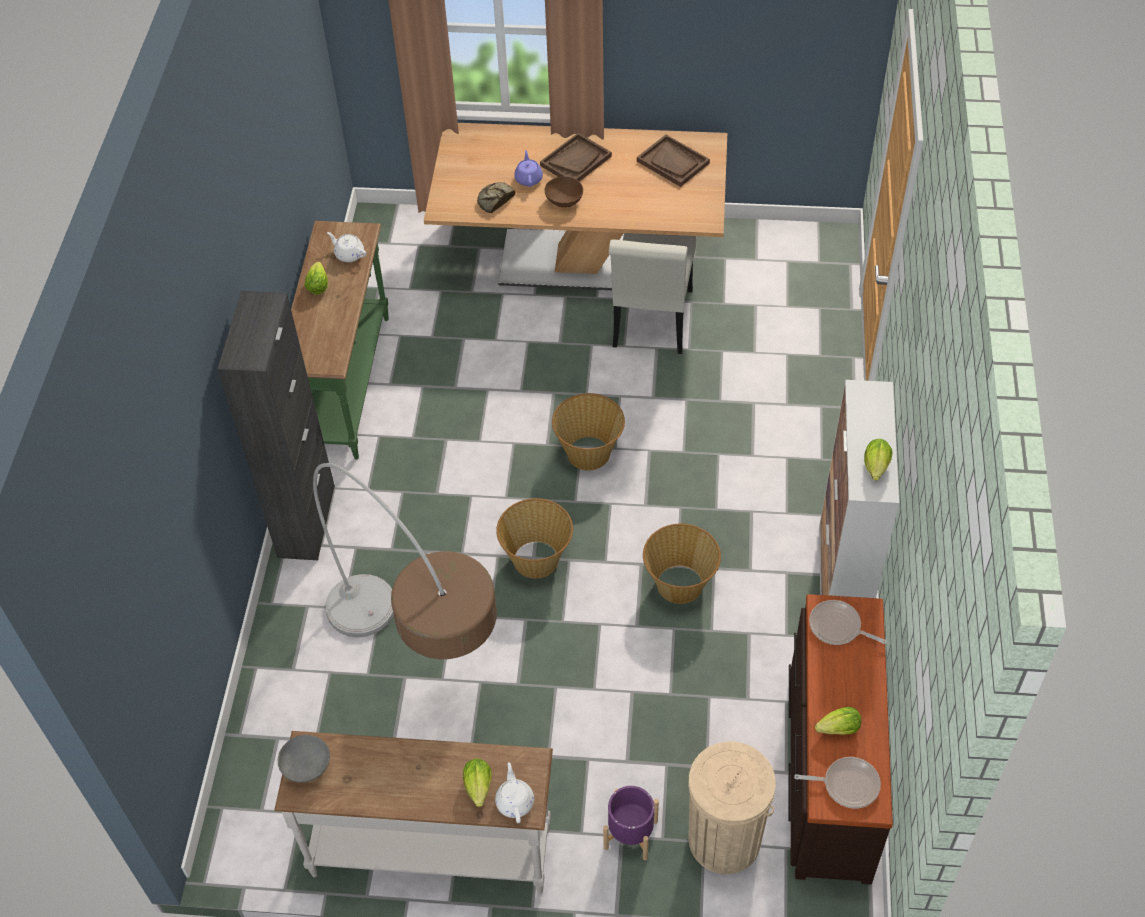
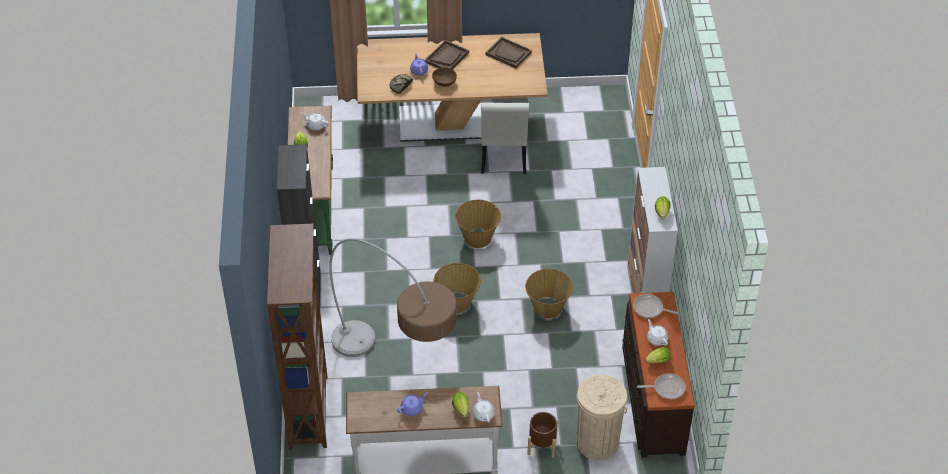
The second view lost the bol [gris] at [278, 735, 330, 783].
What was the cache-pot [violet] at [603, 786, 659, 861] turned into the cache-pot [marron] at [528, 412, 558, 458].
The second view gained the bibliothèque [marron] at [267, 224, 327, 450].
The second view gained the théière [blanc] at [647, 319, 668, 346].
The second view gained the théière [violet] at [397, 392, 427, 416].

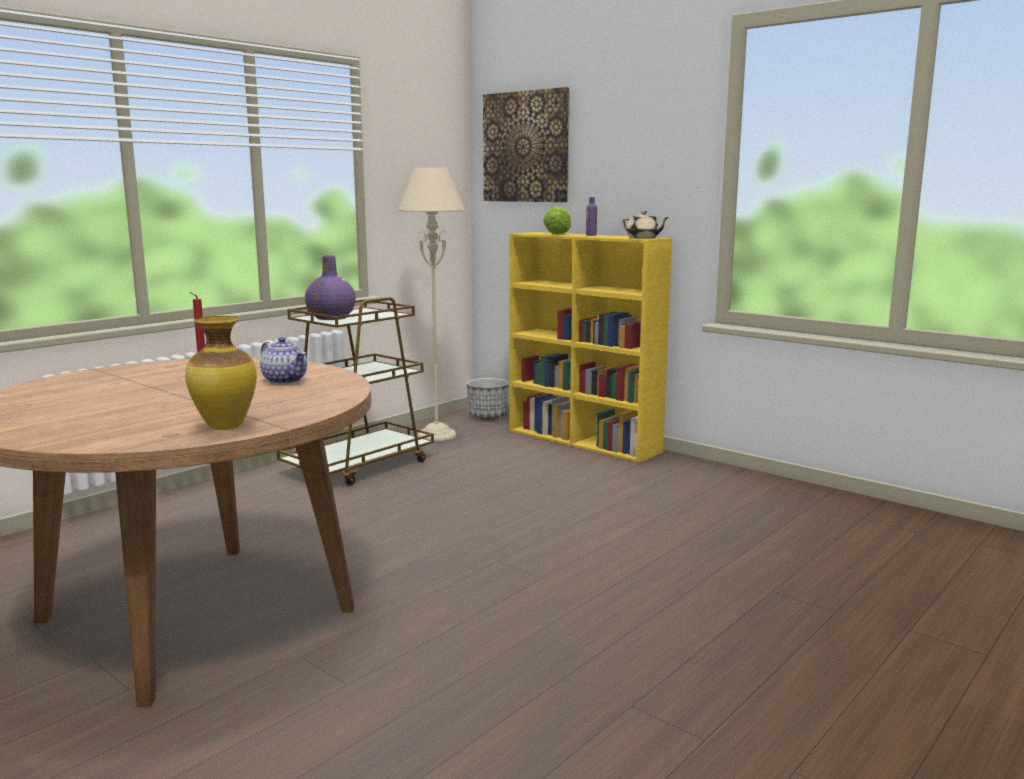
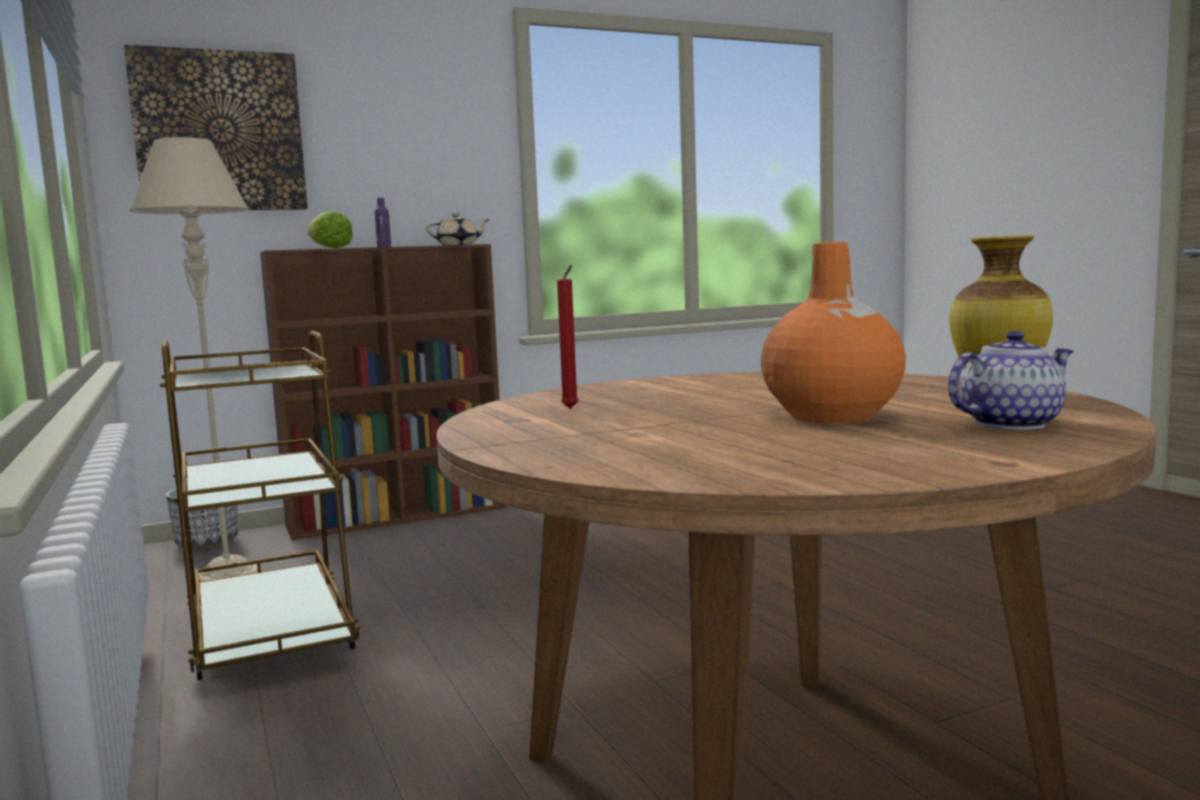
What was the bibliothèque [jaune] at [509, 232, 672, 462] turned into the bibliothèque [marron] at [260, 244, 506, 540].
The second view lost the vase [violet] at [305, 255, 356, 320].
The théière ended up elsewhere, having gone from [260, 337, 307, 384] to [948, 330, 1074, 430].
The second view gained the vase [orange] at [761, 242, 906, 423].

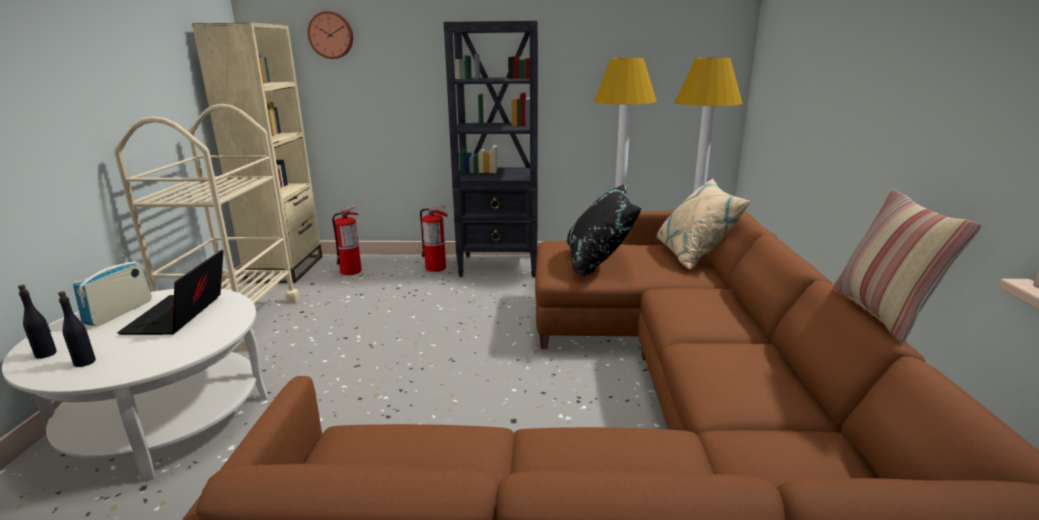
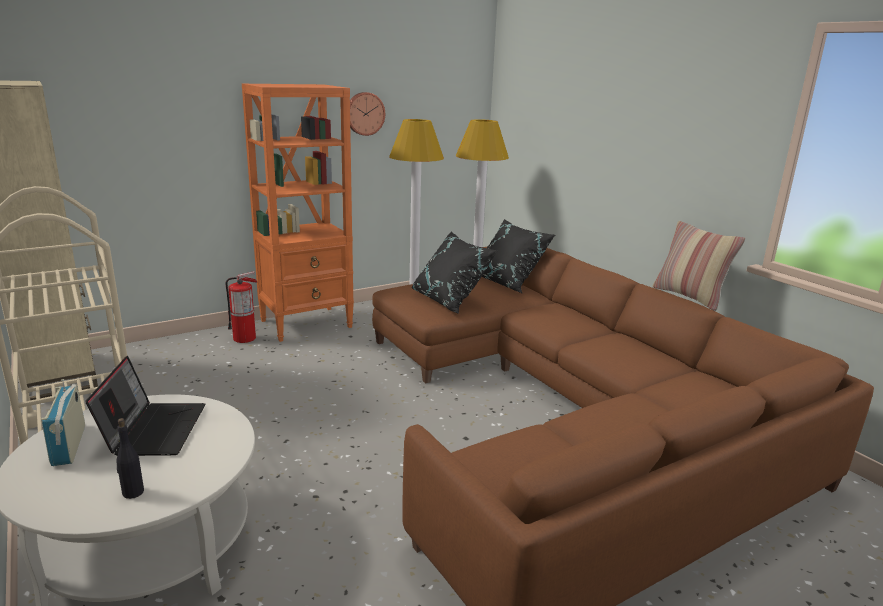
The horloge murale ended up elsewhere, having gone from [307, 11, 353, 59] to [350, 92, 385, 136].
What was the bibliothèque [noir] at [443, 21, 538, 277] turned into the bibliothèque [orange] at [242, 84, 354, 342].
What was the coussin [beige] at [656, 179, 752, 269] turned into the coussin [noir] at [482, 219, 556, 293].
The second view lost the extincteur at [332, 205, 362, 275].
The ordinateur portable at [117, 250, 223, 335] ended up facing another way, 150 degrees counterclockwise from before.
The second view lost the bouteille [noir] at [18, 285, 57, 359].

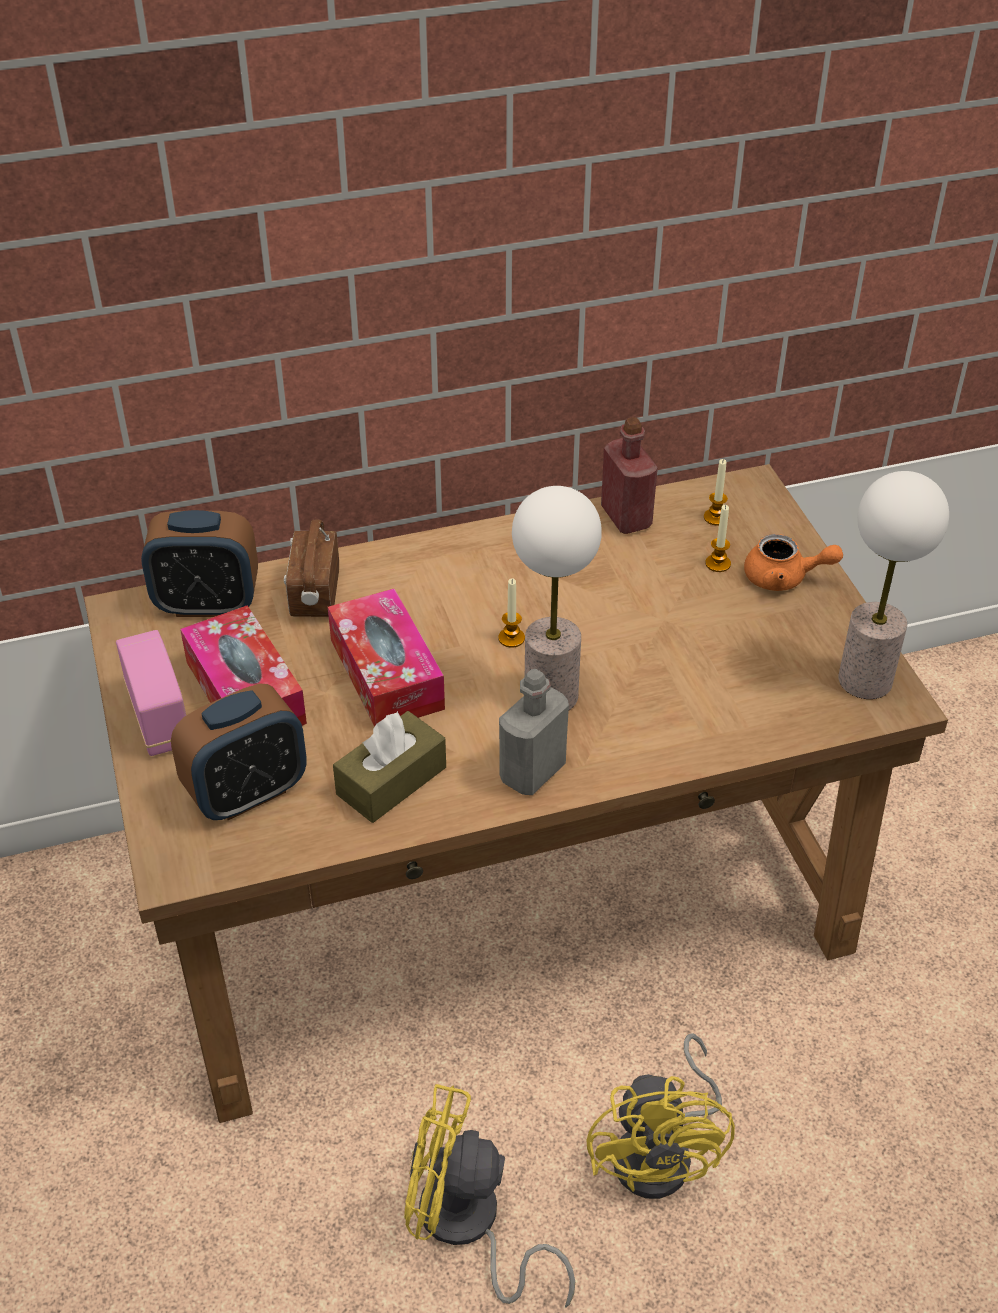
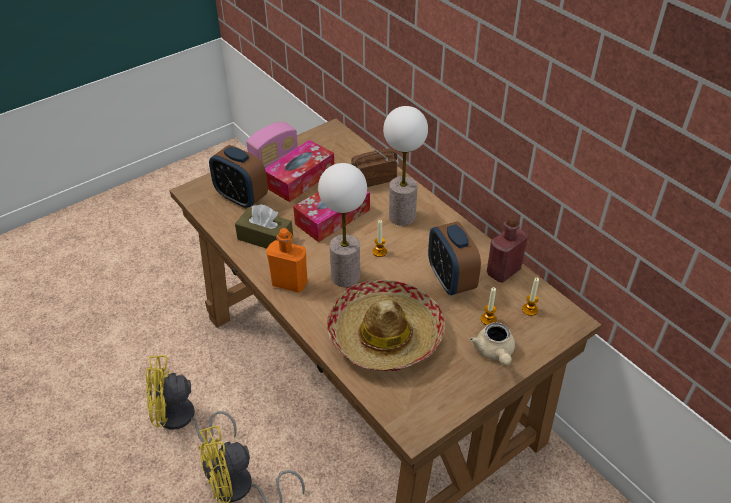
The lampe de table ended up elsewhere, having gone from [838, 471, 949, 699] to [383, 106, 428, 226].
The réveil ended up elsewhere, having gone from [141, 510, 258, 617] to [428, 222, 481, 295].
What was the théière [orange] at [744, 534, 843, 591] turned into the théière [beige] at [470, 322, 515, 365].
What was the bouteille [gris] at [499, 669, 569, 795] turned into the bouteille [orange] at [266, 228, 308, 293].
The ventilateur [jaune] at [404, 1084, 575, 1308] ended up facing another way, 90 degrees counterclockwise from before.
The second view gained the chapeau at [327, 280, 445, 371].

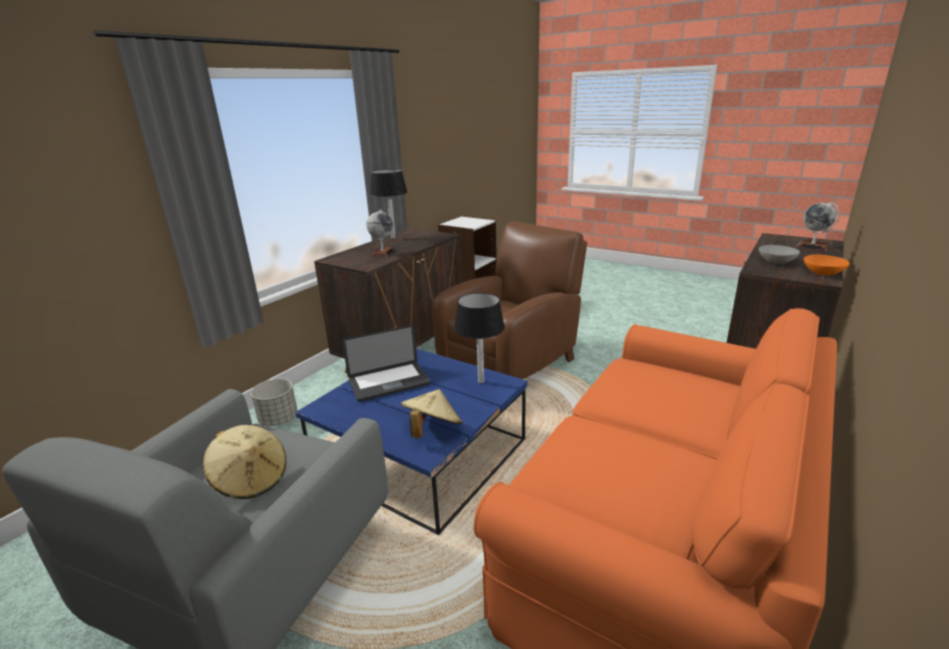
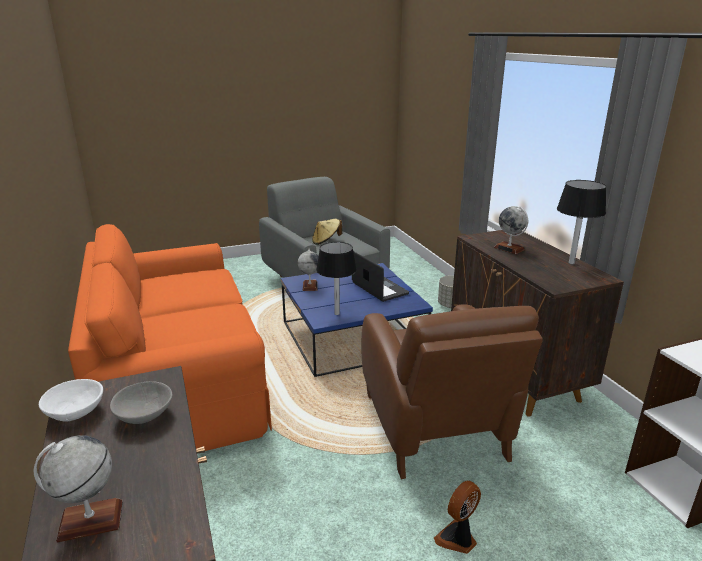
What was the bol [orange] at [804, 254, 850, 276] turned into the bol [blanc] at [39, 379, 103, 422].
The ordinateur portable at [342, 325, 430, 402] ended up facing another way, 135 degrees clockwise from before.
Where the chapeau [beige] stood at [400, 389, 463, 438], the globe came to stand at [298, 249, 319, 291].
The second view gained the ventilateur at [434, 480, 481, 554].

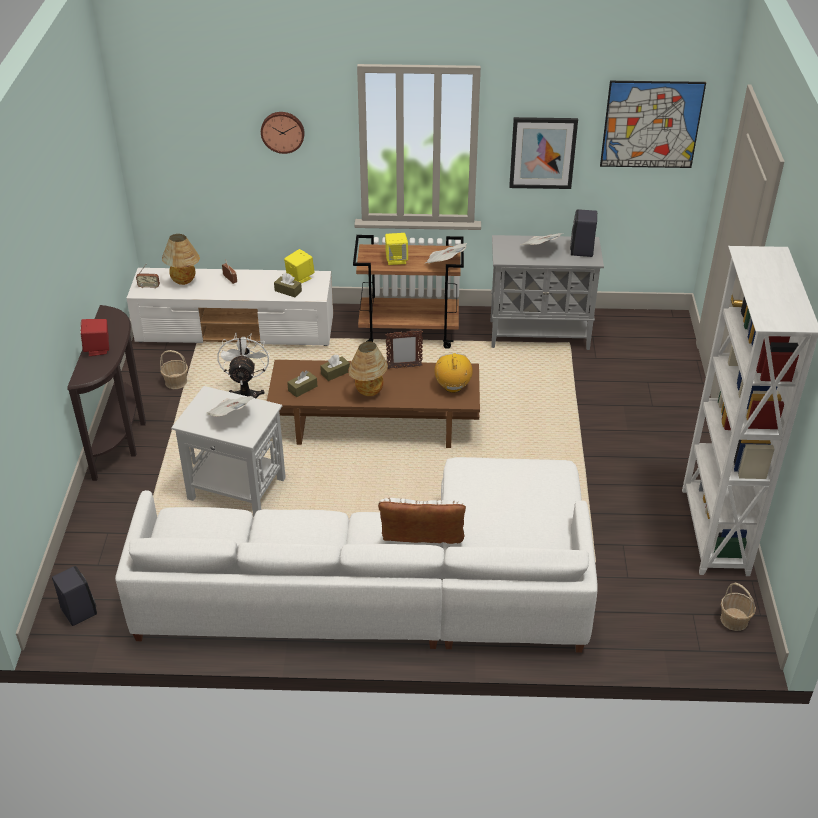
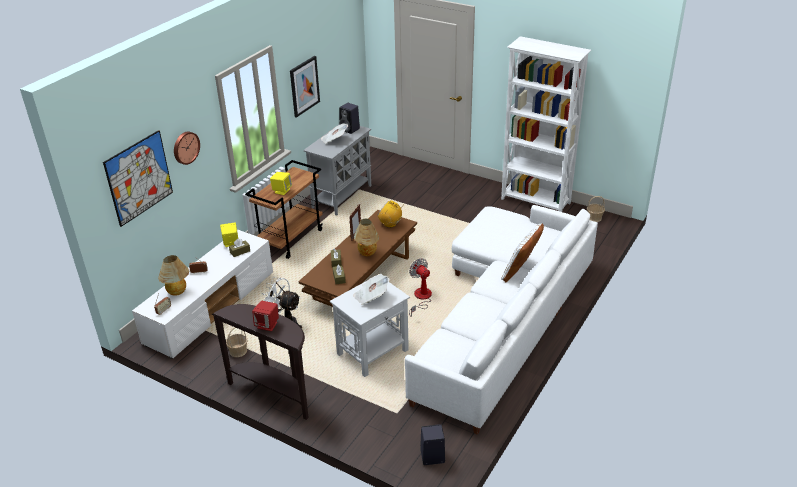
The tableau ended up elsewhere, having gone from [600, 81, 706, 168] to [103, 130, 173, 227].
The second view lost the journal at [426, 243, 467, 263].
The second view gained the ventilateur at [409, 258, 432, 317].

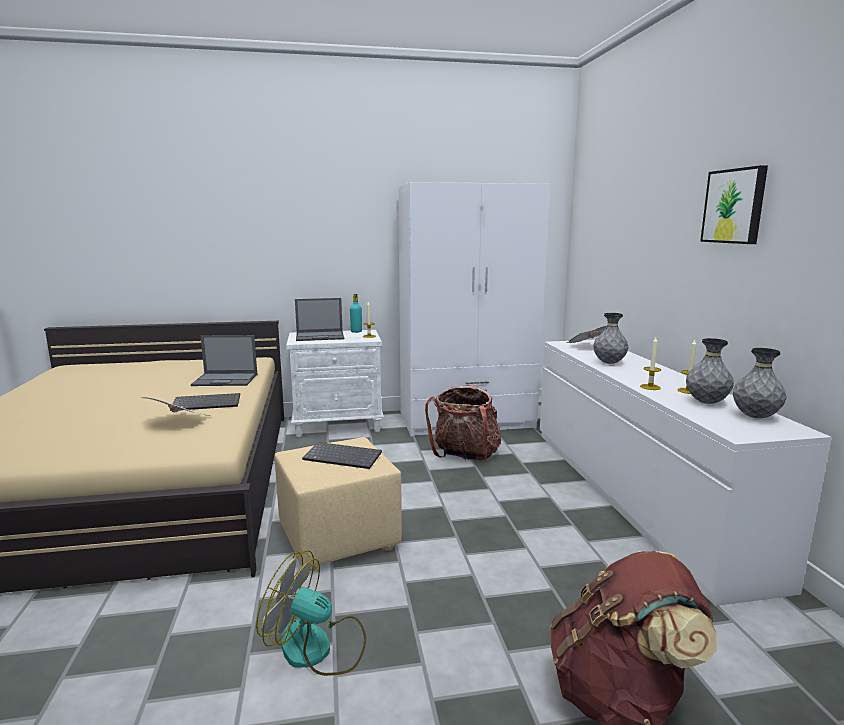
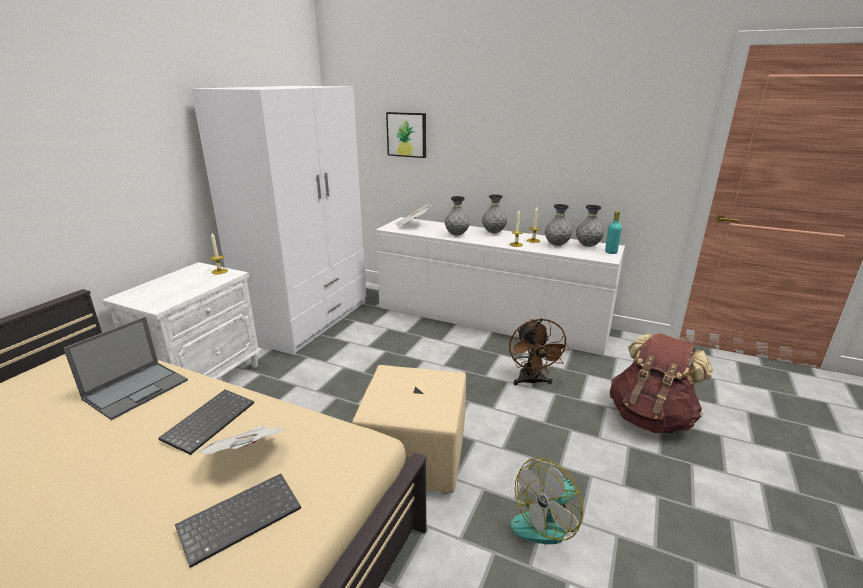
The tableau ended up elsewhere, having gone from [700, 165, 768, 244] to [386, 112, 426, 158].
The bouteille [turquoise] ended up elsewhere, having gone from [350, 294, 362, 333] to [605, 211, 622, 254].
The second view lost the ordinateur portable at [295, 298, 344, 341].
The second view lost the sac à dos at [425, 384, 501, 461].
The clavier ended up elsewhere, having gone from [302, 442, 382, 469] to [175, 474, 301, 568].
The second view gained the vase [gris] at [482, 194, 507, 233].
The second view gained the ventilateur [marron] at [509, 318, 570, 386].

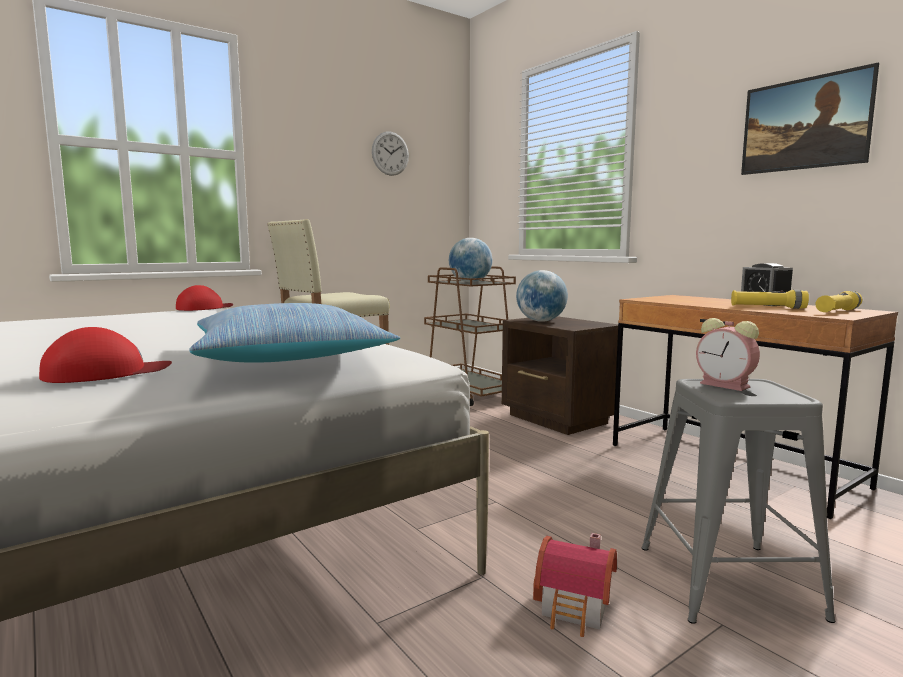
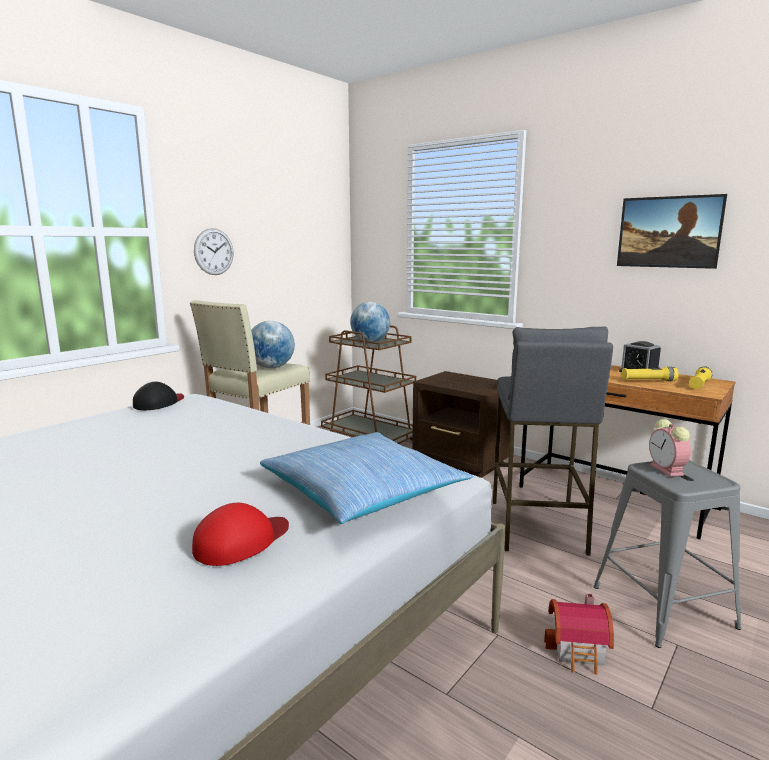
The horloge murale ended up elsewhere, having gone from [372, 131, 409, 176] to [194, 228, 234, 275].
The globe ended up elsewhere, having gone from [516, 270, 568, 322] to [251, 321, 295, 368].
What was the casquette [rouge] at [176, 285, 233, 311] turned into the casquette [noir] at [133, 382, 184, 410].
The réveil at [696, 318, 760, 391] ended up facing another way, 45 degrees clockwise from before.
The second view gained the tabouret [gris] at [493, 326, 613, 556].

